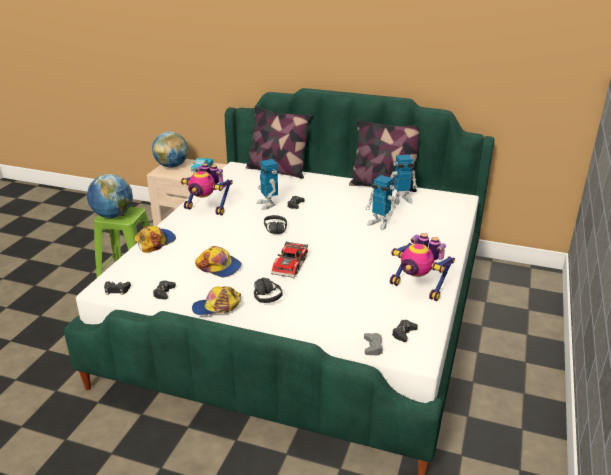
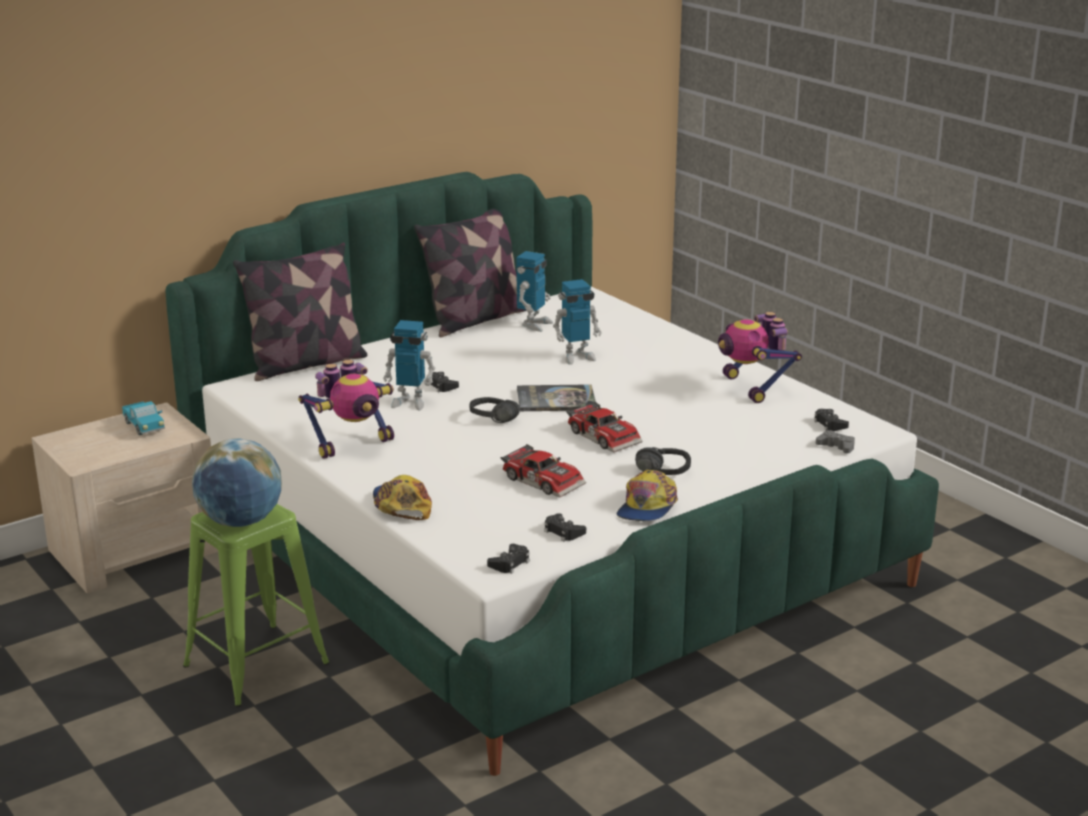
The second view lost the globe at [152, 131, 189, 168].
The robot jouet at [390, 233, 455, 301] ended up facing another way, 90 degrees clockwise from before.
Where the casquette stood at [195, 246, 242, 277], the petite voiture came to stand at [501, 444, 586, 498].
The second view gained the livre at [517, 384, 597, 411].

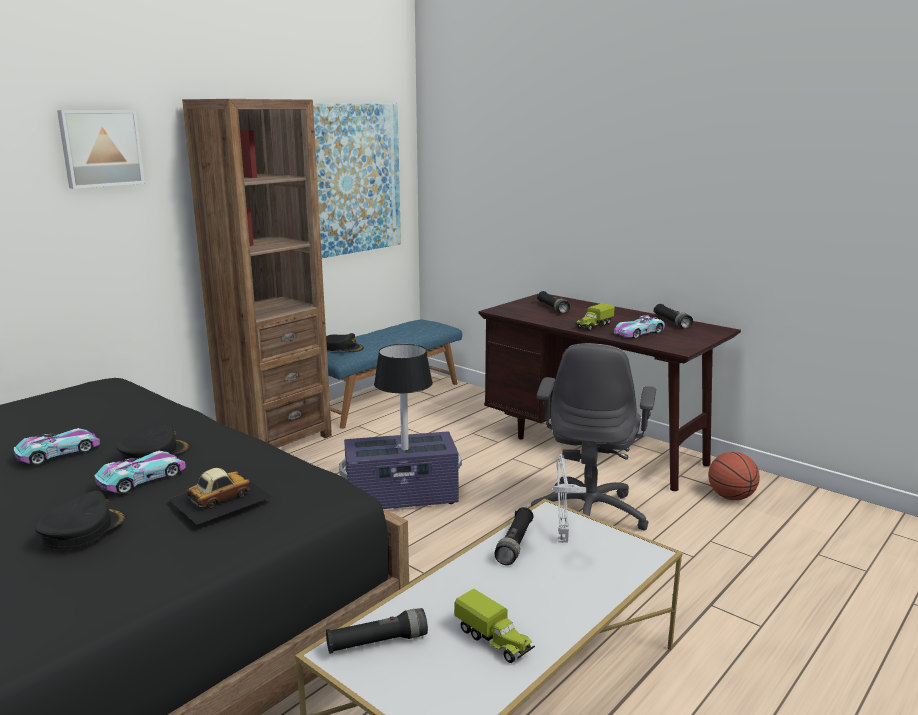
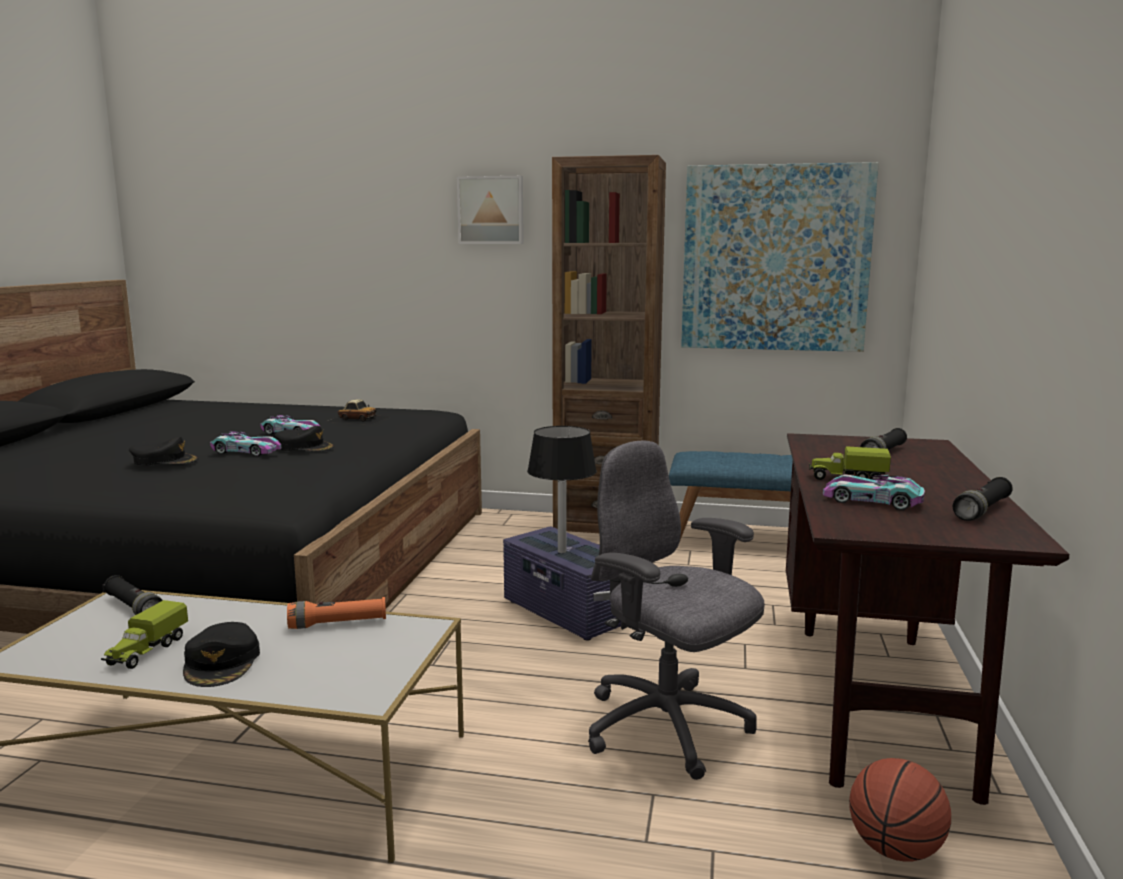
The casquette [noir] ended up elsewhere, having gone from [326, 333, 364, 352] to [183, 622, 260, 687].
The chaise de bureau [gris] at [531, 343, 656, 531] ended up facing another way, 60 degrees clockwise from before.
The second view lost the lampe de table [gris] at [553, 454, 586, 543].
The petite voiture ended up elsewhere, having gone from [168, 468, 272, 525] to [326, 400, 391, 425].
What was the lampe de poche [noir] at [494, 507, 534, 565] turned into the lampe de poche [orange] at [287, 597, 386, 629].

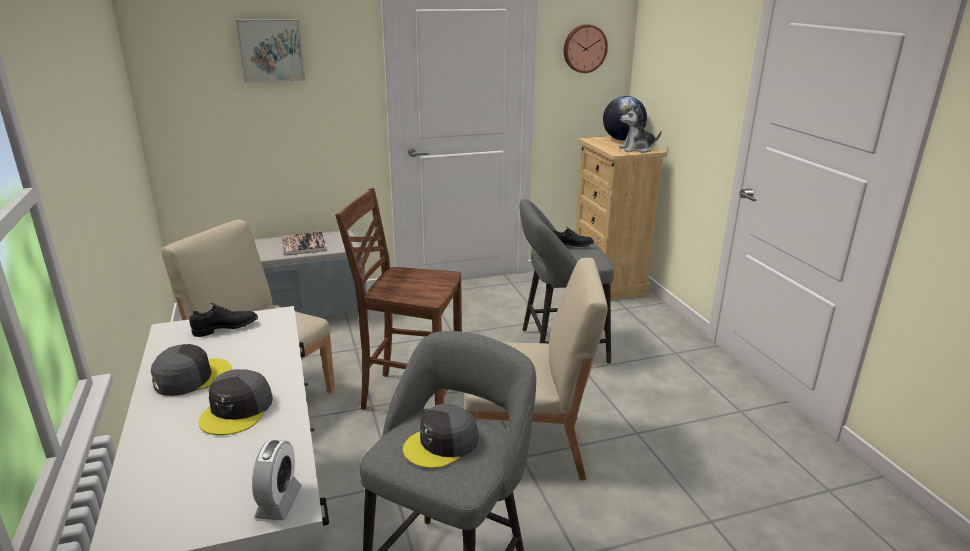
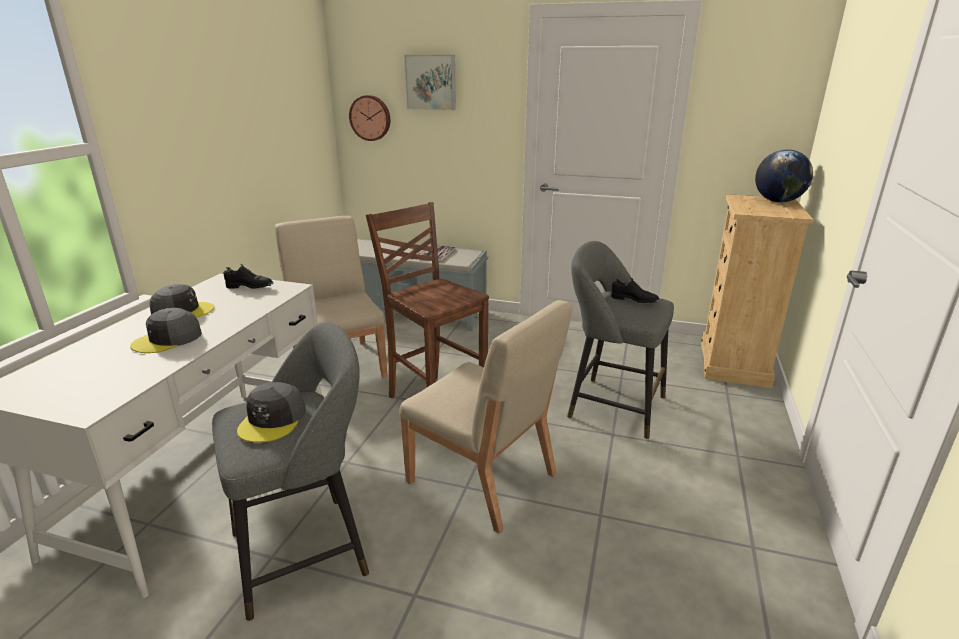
The horloge murale ended up elsewhere, having gone from [564, 24, 608, 73] to [349, 95, 390, 141].
The second view lost the peluche at [619, 104, 662, 153].
The casquette [gris] at [403, 404, 479, 468] ended up facing another way, 75 degrees counterclockwise from before.
The second view lost the réveil at [252, 440, 302, 520].

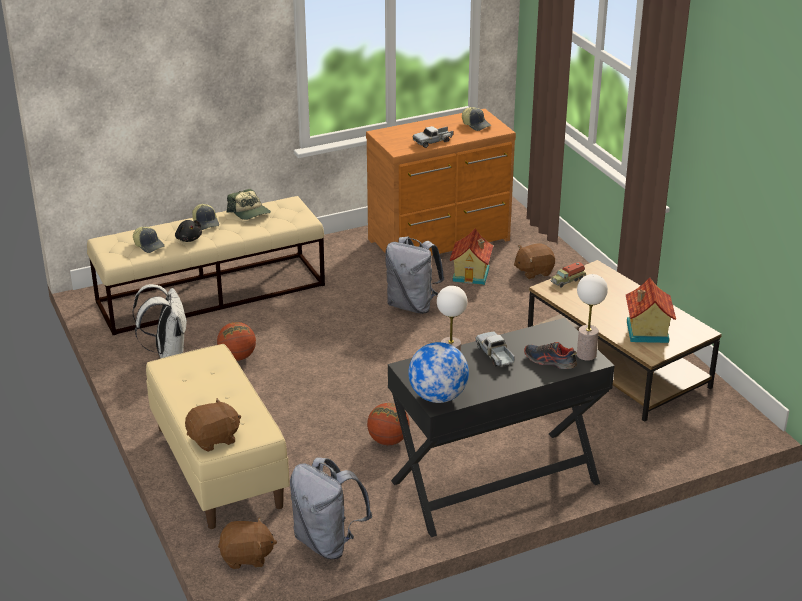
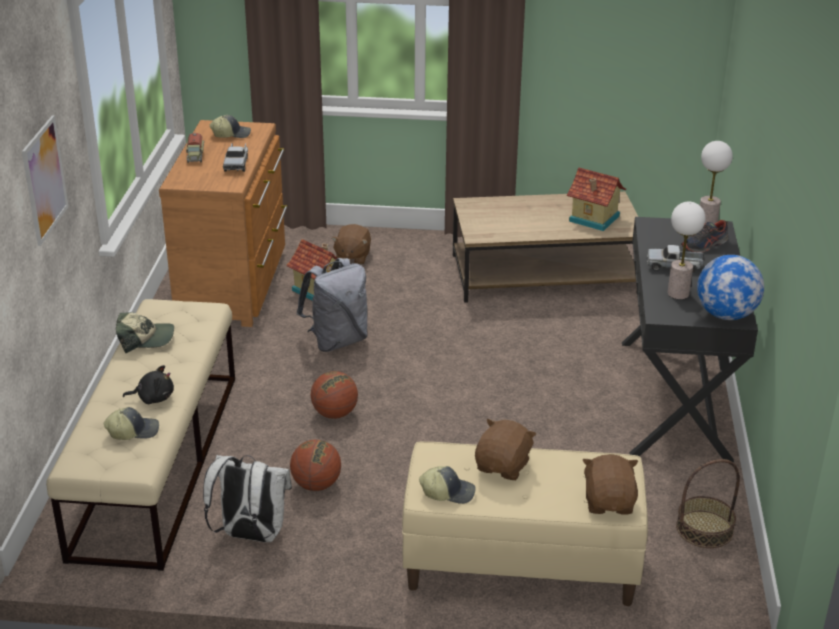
The casquette ended up elsewhere, having gone from [192, 204, 219, 230] to [419, 466, 476, 504].
The camion jouet ended up elsewhere, having gone from [551, 262, 586, 288] to [186, 133, 204, 163].
The ballon de basket ended up elsewhere, having gone from [367, 403, 410, 445] to [311, 371, 358, 419].
Where the sac à dos [gris] stood at [290, 457, 372, 559], the panier came to stand at [676, 459, 740, 548].
The peluche [marron] ended up elsewhere, having gone from [218, 517, 277, 569] to [475, 419, 536, 480].
The second view gained the tableau at [22, 116, 69, 246].

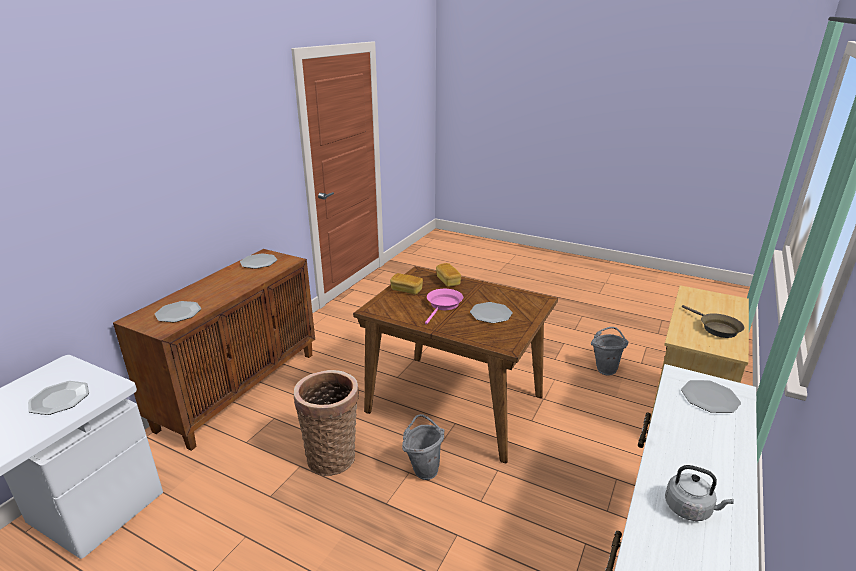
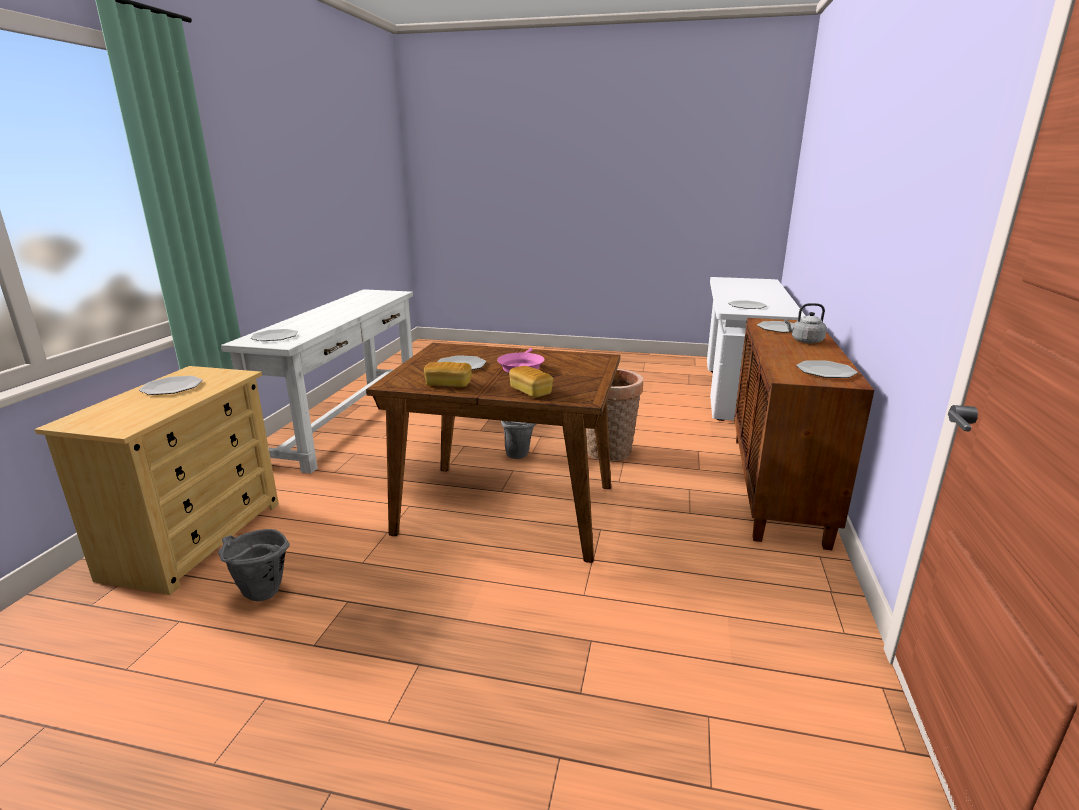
The pain ended up elsewhere, having gone from [390, 273, 423, 295] to [424, 362, 472, 387].
Where the poêle [marron] stood at [682, 305, 744, 338], the assiette came to stand at [139, 376, 203, 395].
The bouilloire [gris] ended up elsewhere, having gone from [665, 465, 734, 521] to [784, 303, 827, 343].

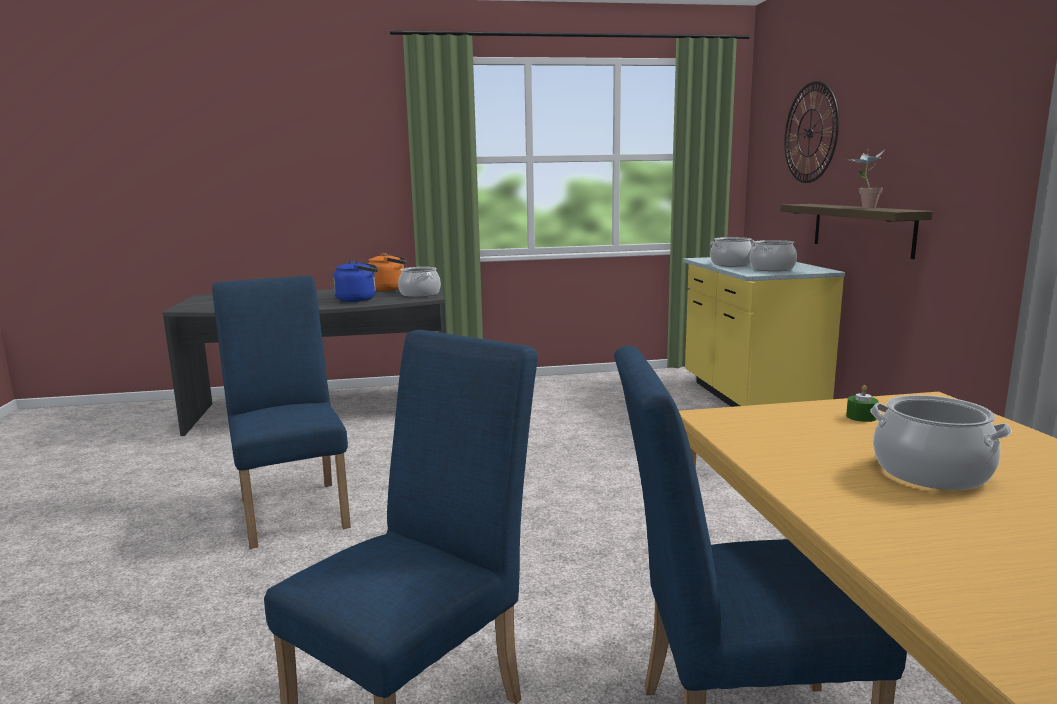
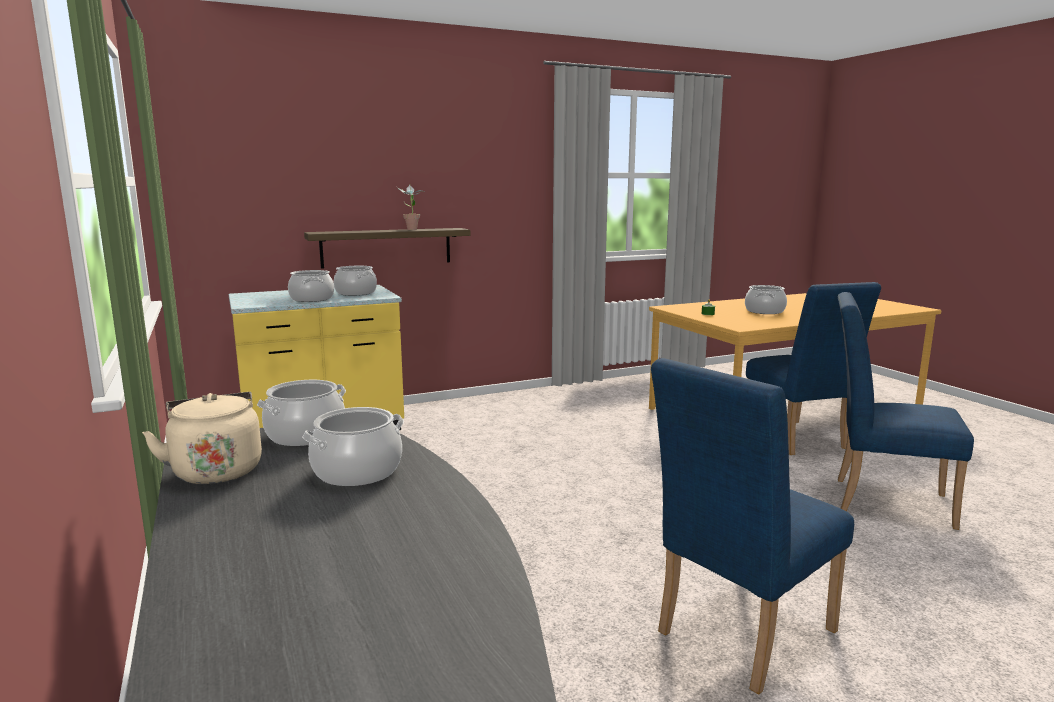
The second view lost the horloge murale at [784, 81, 839, 183].
What was the bouilloire [orange] at [368, 253, 407, 291] turned into the bouilloire [beige] at [142, 392, 262, 484].
Where the bouilloire [bleu] stood at [333, 260, 378, 302], the marmite came to stand at [302, 407, 404, 486].

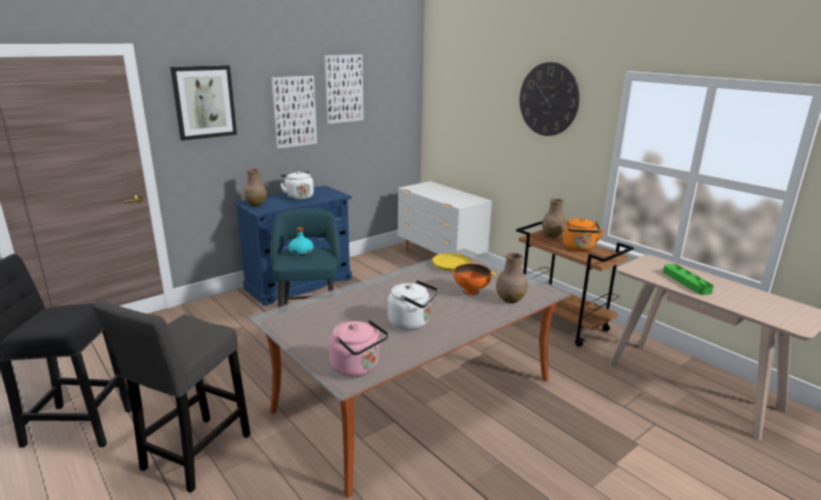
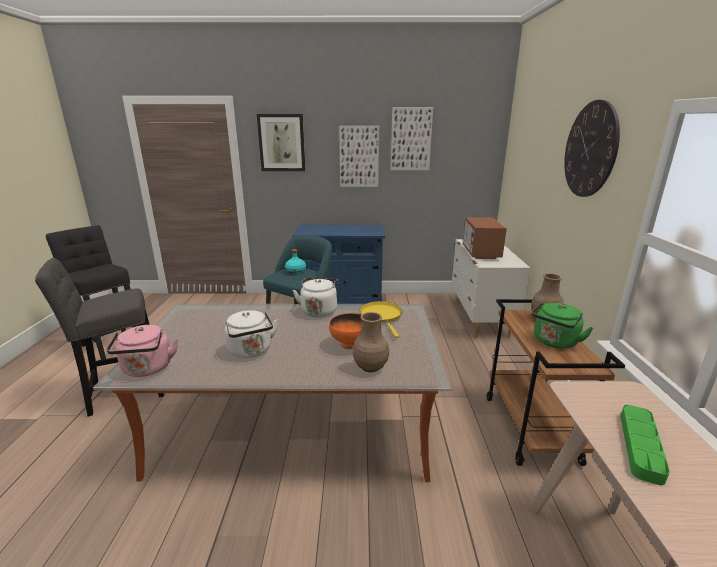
The second view lost the vase [marron] at [243, 169, 267, 206].
The bouilloire [blanc] ended up elsewhere, having gone from [280, 171, 314, 200] to [293, 278, 339, 317].
What was the bouilloire [orange] at [563, 218, 604, 251] turned into the bouilloire [vert] at [532, 301, 593, 349].
The second view gained the micro-ondes at [463, 217, 507, 259].

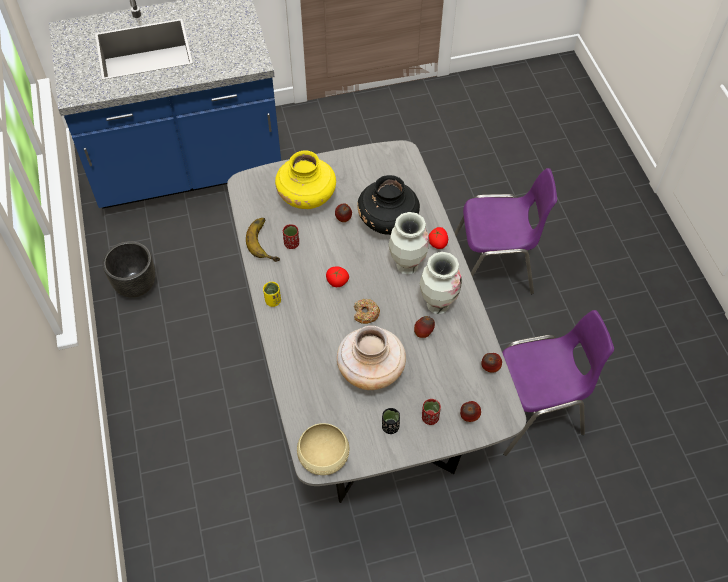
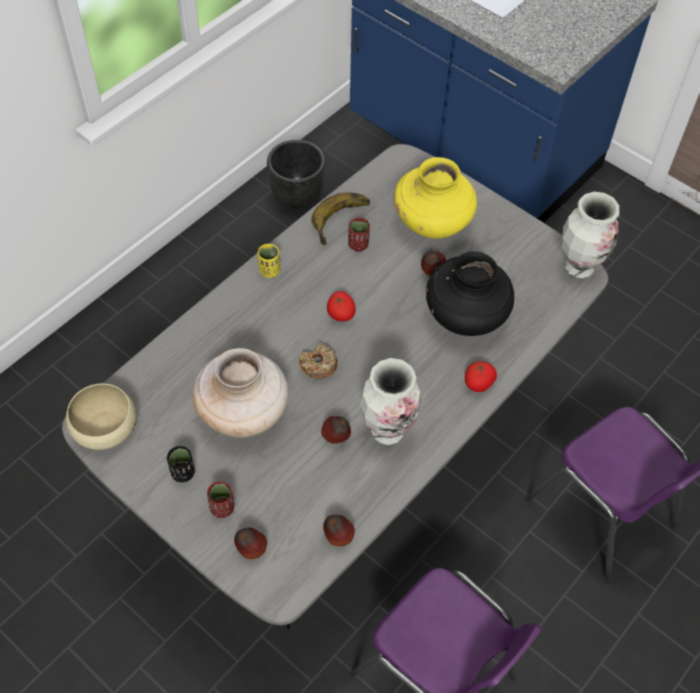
The vase ended up elsewhere, having gone from [388, 212, 430, 274] to [562, 192, 619, 278].

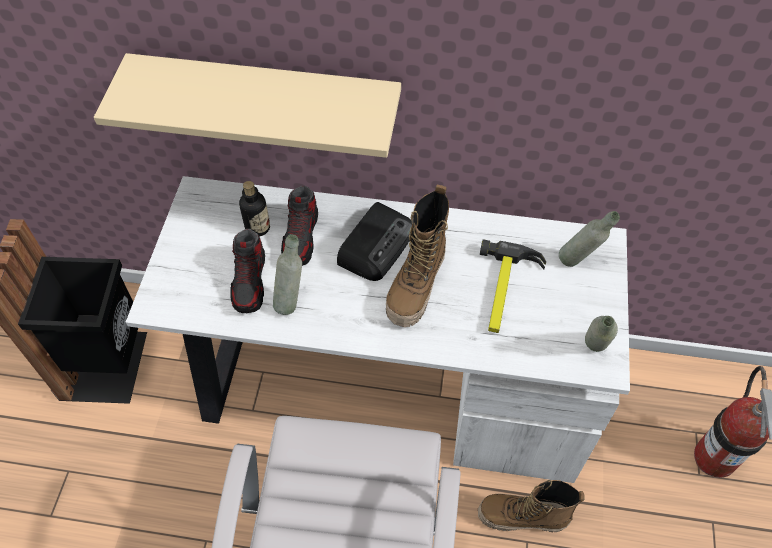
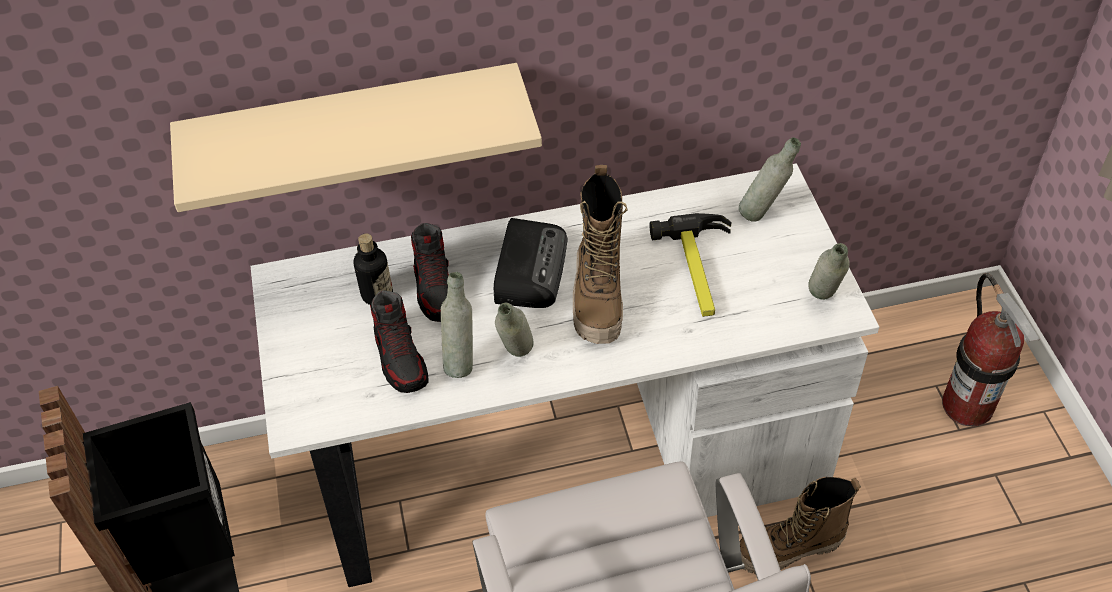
The second view gained the bouteille [gris] at [495, 303, 534, 357].

